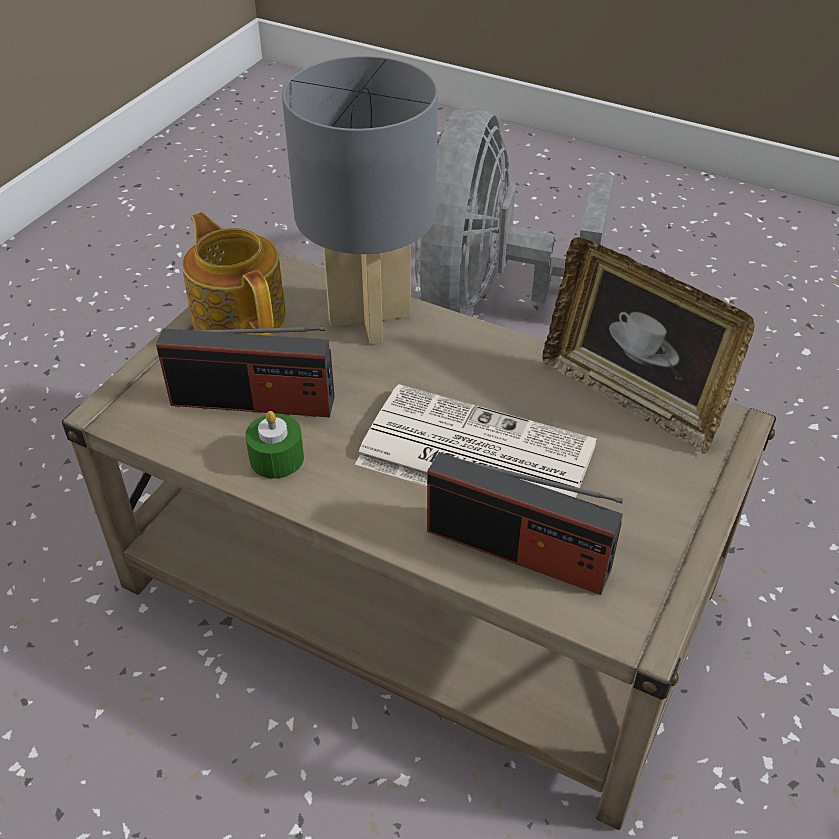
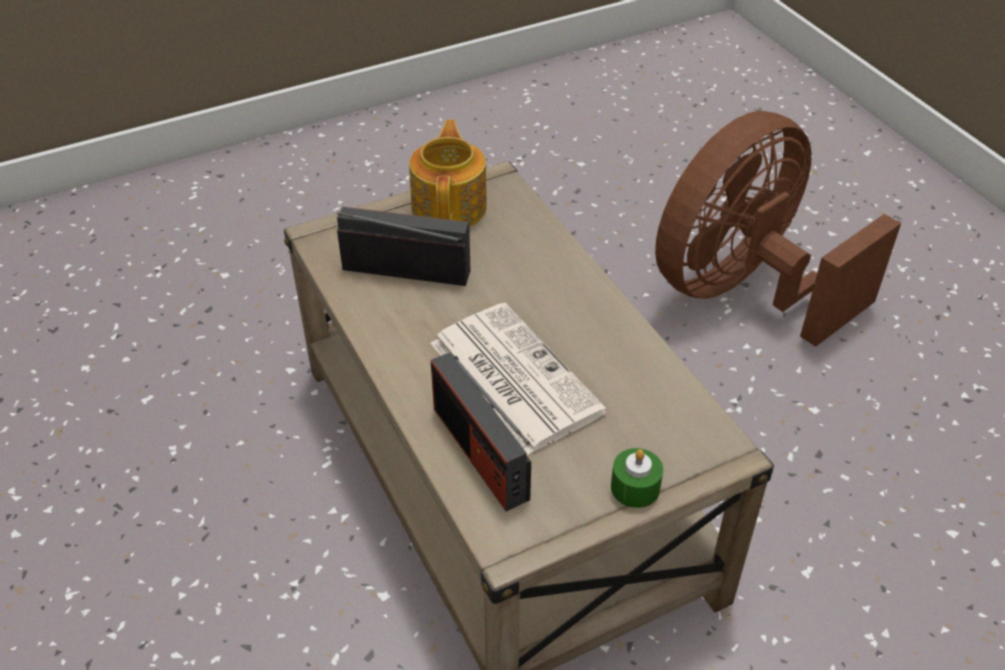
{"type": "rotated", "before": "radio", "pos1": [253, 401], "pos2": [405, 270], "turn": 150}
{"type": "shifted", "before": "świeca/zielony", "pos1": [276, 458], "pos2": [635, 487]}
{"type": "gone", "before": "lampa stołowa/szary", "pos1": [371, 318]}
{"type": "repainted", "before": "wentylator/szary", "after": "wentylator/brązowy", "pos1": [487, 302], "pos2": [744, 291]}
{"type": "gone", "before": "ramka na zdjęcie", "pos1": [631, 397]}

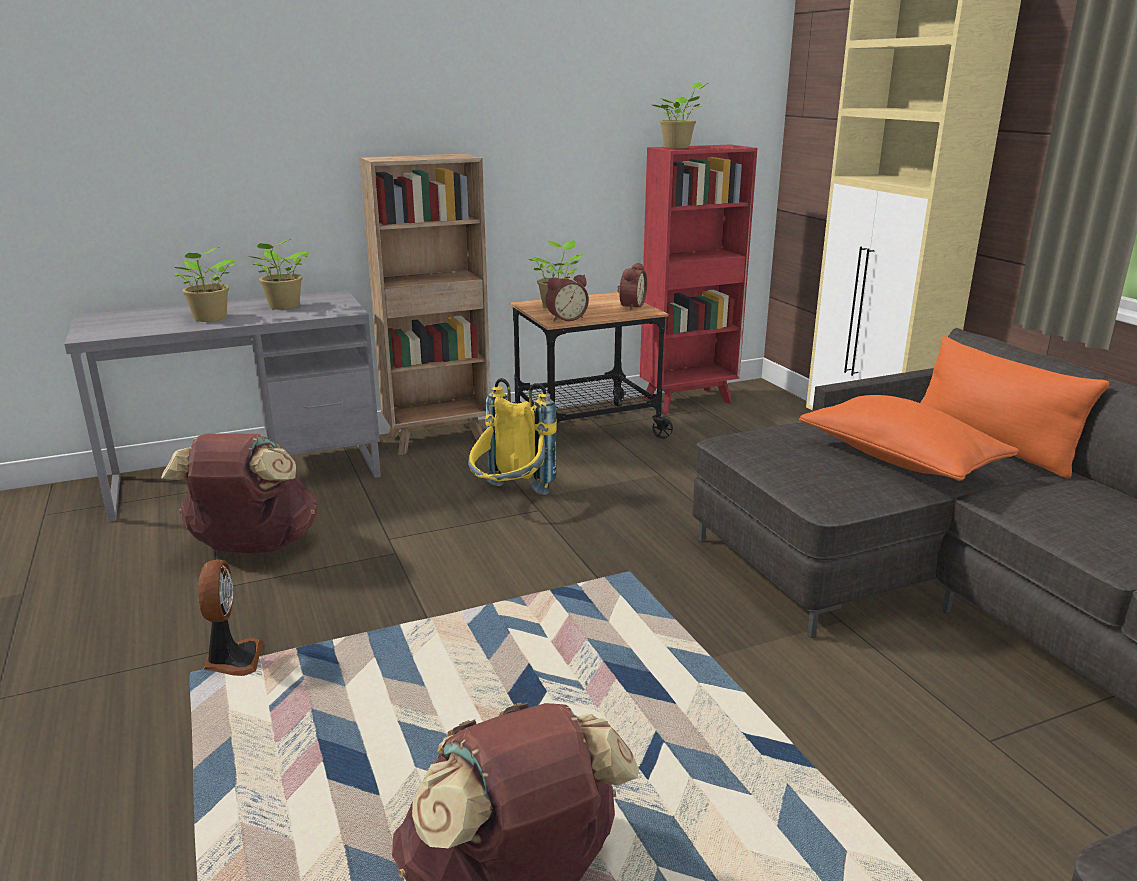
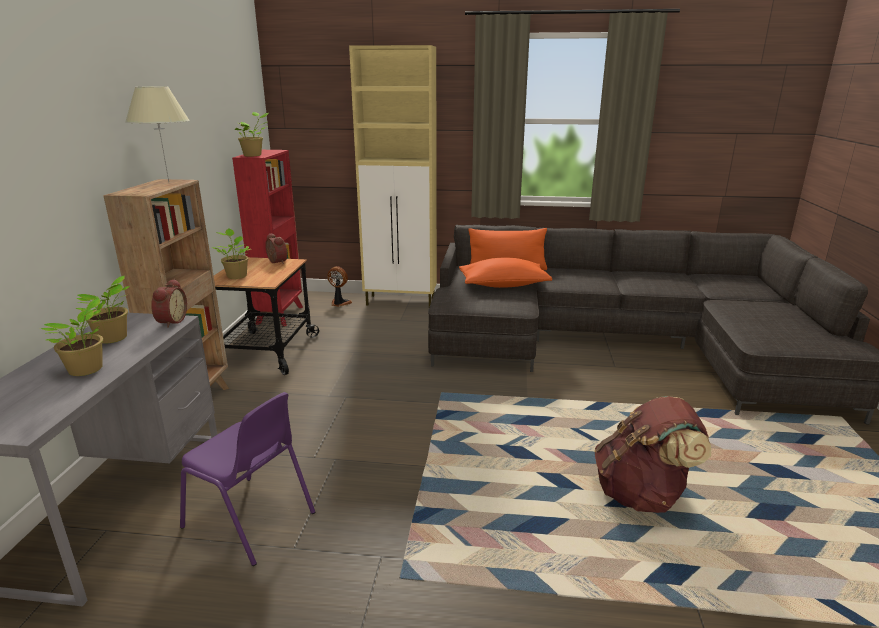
{"type": "swapped", "before": "plecak/brązowy", "after": "krzesło/fioletowy", "pos1": [253, 547], "pos2": [251, 520]}
{"type": "shifted", "before": "wentylator", "pos1": [232, 660], "pos2": [339, 303]}
{"type": "gone", "before": "plecak/żółty", "pos1": [510, 499]}
{"type": "shifted", "before": "budzik", "pos1": [566, 318], "pos2": [170, 321]}
{"type": "new", "after": "lampa stołowa/beżowy", "pos2": [168, 182]}

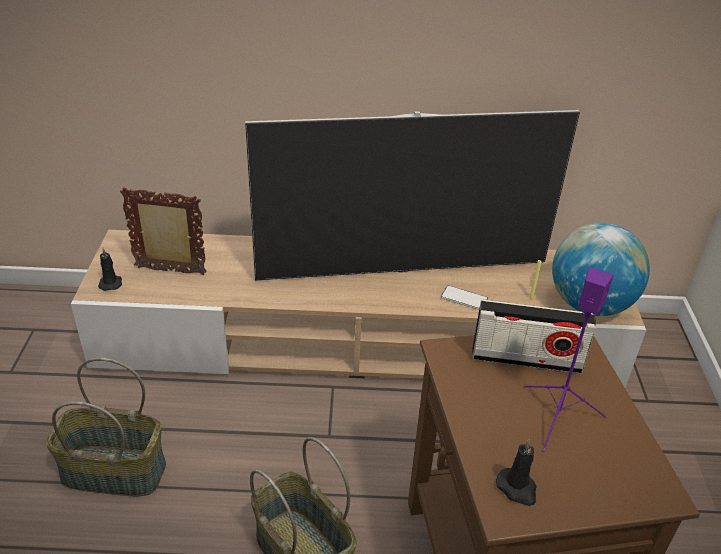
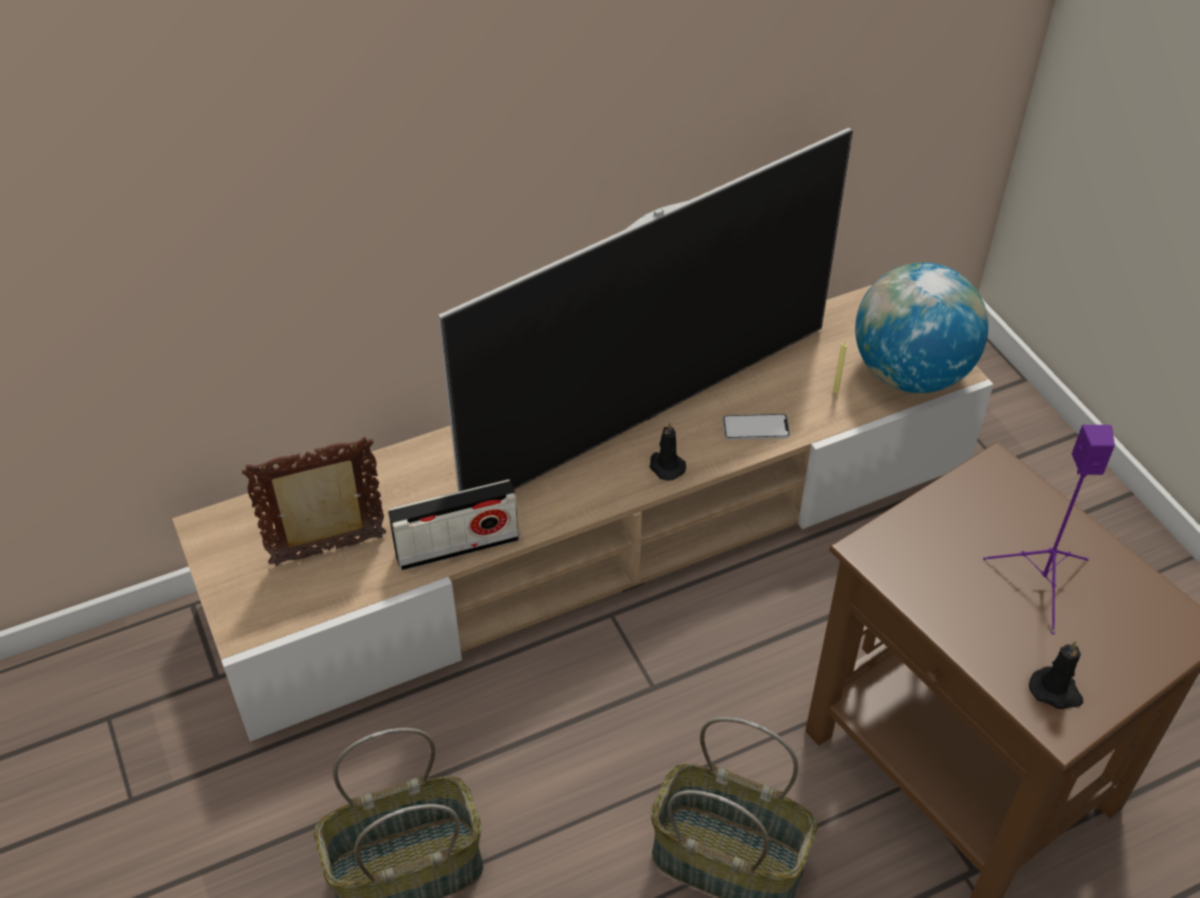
{"type": "shifted", "before": "świeca/czarny", "pos1": [110, 283], "pos2": [665, 466]}
{"type": "shifted", "before": "radio", "pos1": [526, 359], "pos2": [457, 546]}

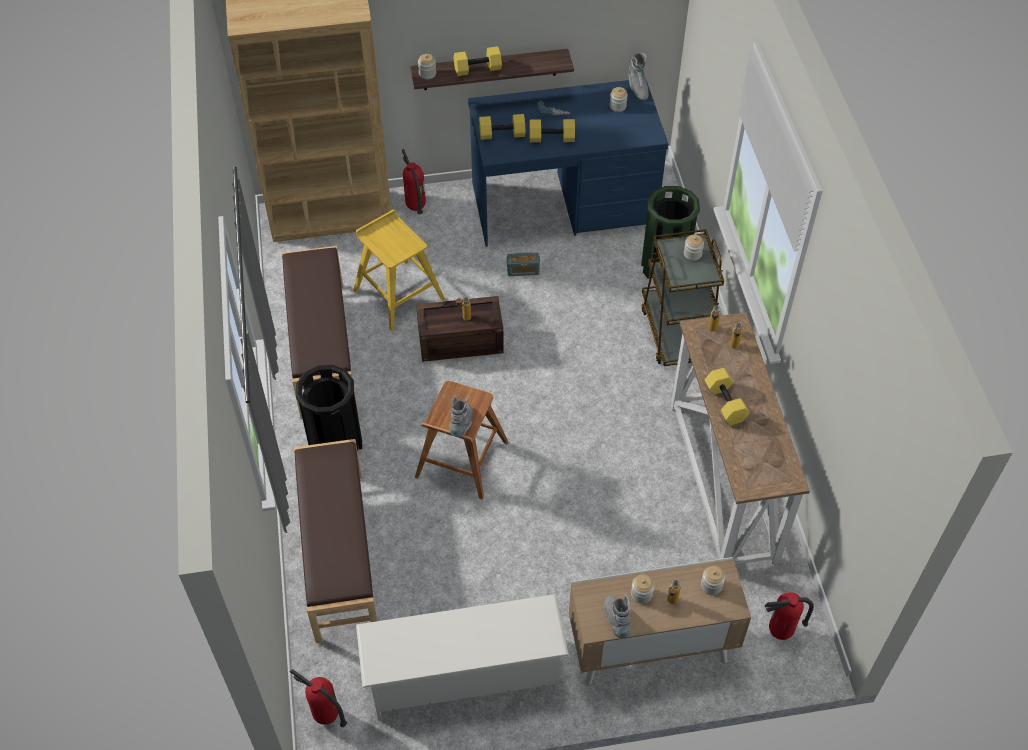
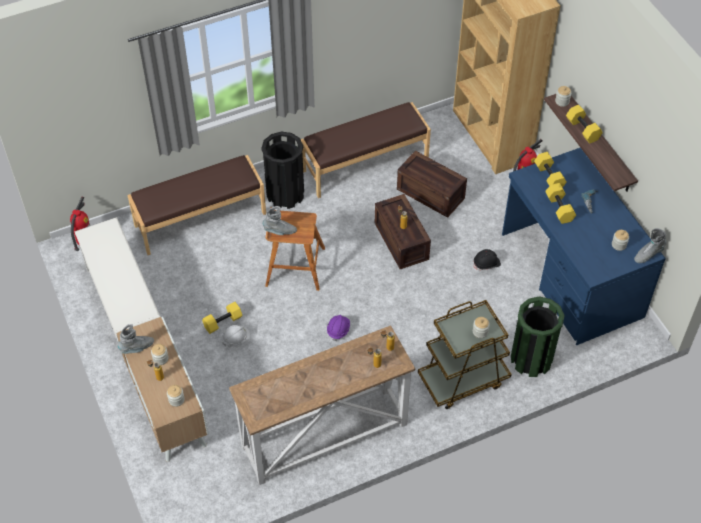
{"type": "swapped", "before": "stołek/żółty", "after": "skrzynka", "pos1": [398, 294], "pos2": [432, 193]}
{"type": "swapped", "before": "radio", "after": "kask/czarny", "pos1": [523, 271], "pos2": [486, 264]}
{"type": "shifted", "before": "hantel/żółty", "pos1": [724, 403], "pos2": [223, 321]}
{"type": "gone", "before": "gaśnica", "pos1": [780, 633]}
{"type": "new", "after": "kask/biały", "pos2": [236, 339]}
{"type": "new", "after": "kask/fioletowy", "pos2": [338, 330]}

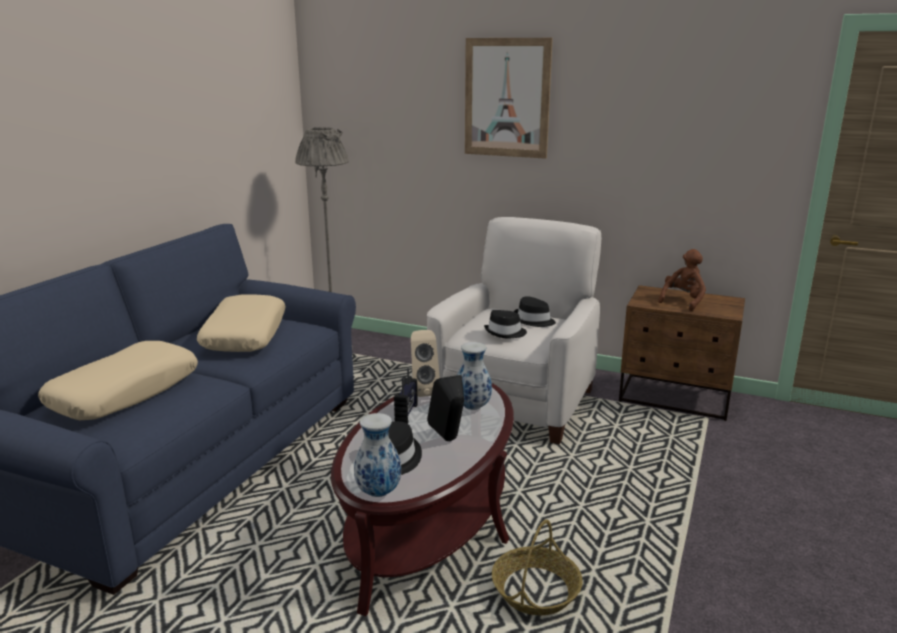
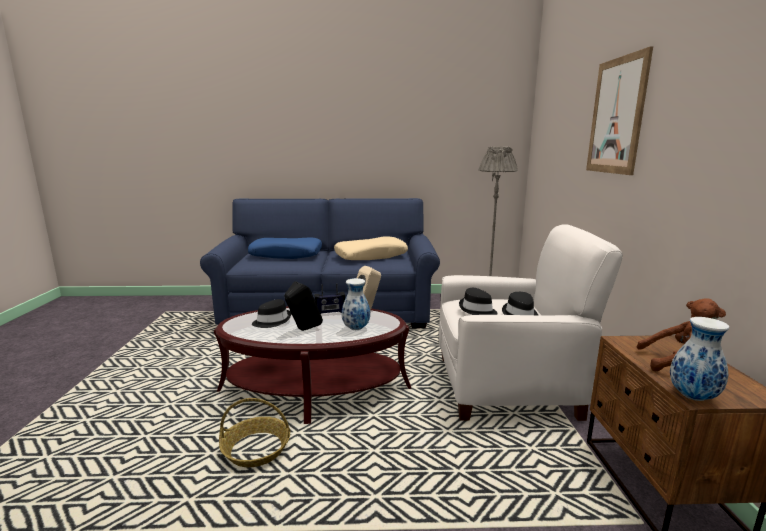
{"type": "repainted", "before": "poduszka/beżowy", "after": "poduszka/niebieski", "pos1": [125, 393], "pos2": [286, 255]}
{"type": "shifted", "before": "wazon", "pos1": [378, 493], "pos2": [692, 397]}

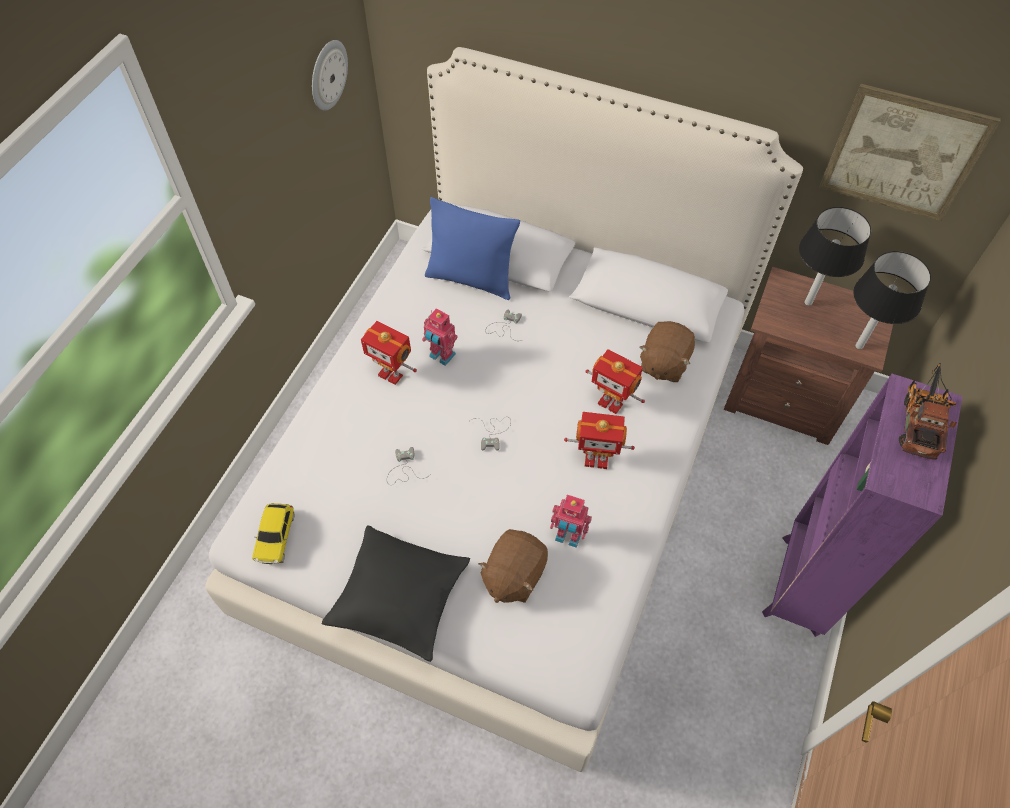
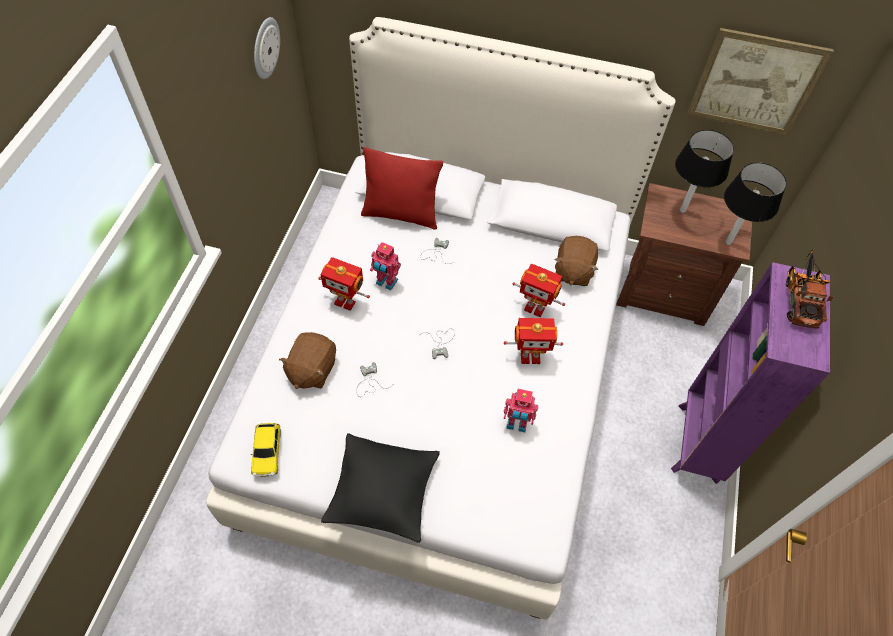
{"type": "repainted", "before": "poduszka/niebieski", "after": "poduszka/czerwony", "pos1": [471, 279], "pos2": [401, 214]}
{"type": "shifted", "before": "pluszak/brązowy", "pos1": [513, 575], "pos2": [312, 369]}

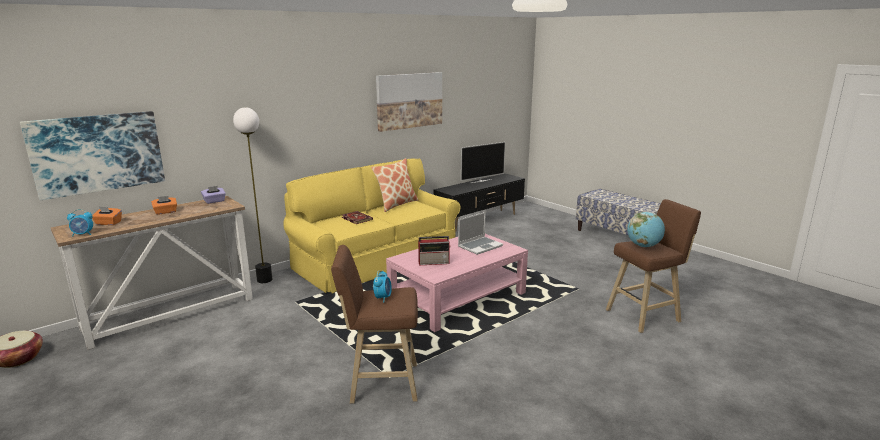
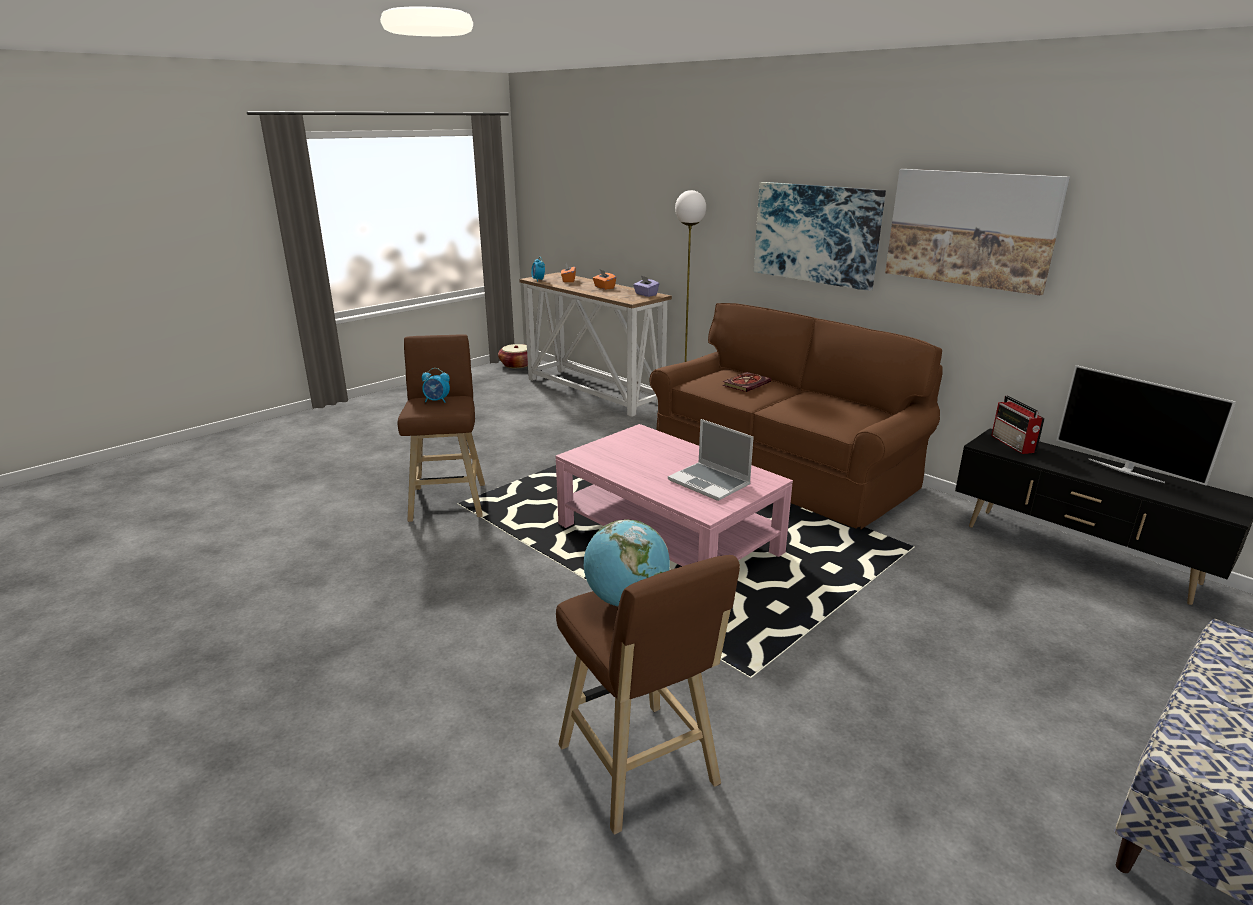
{"type": "shifted", "before": "obraz", "pos1": [97, 153], "pos2": [816, 234]}
{"type": "repainted", "before": "kanapa/żółty", "after": "kanapa/brązowy", "pos1": [376, 260], "pos2": [781, 468]}
{"type": "gone", "before": "poduszka", "pos1": [396, 204]}
{"type": "shifted", "before": "radio", "pos1": [434, 262], "pos2": [1013, 444]}

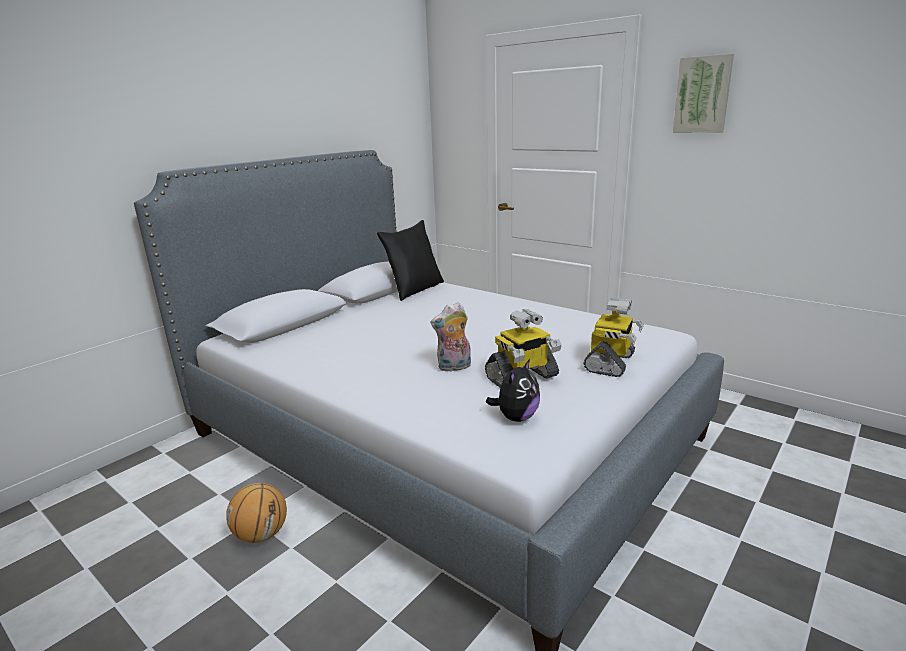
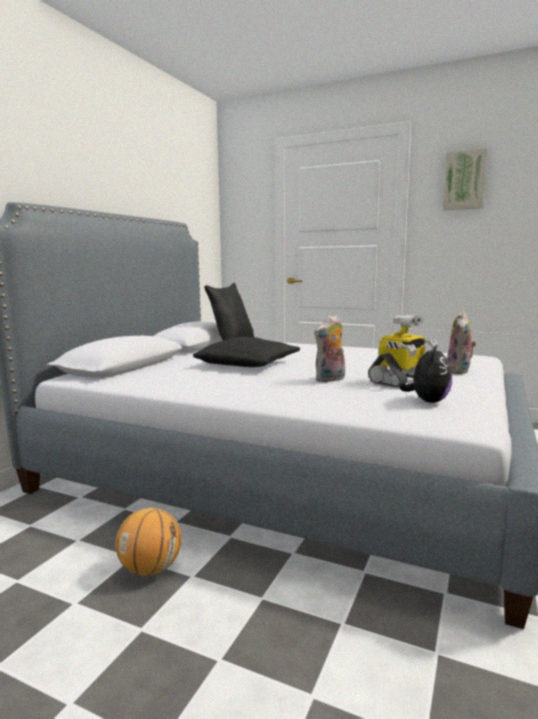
{"type": "swapped", "before": "robot zabawkowy", "after": "pluszak", "pos1": [611, 363], "pos2": [459, 371]}
{"type": "new", "after": "poduszka/czarny", "pos2": [248, 364]}

